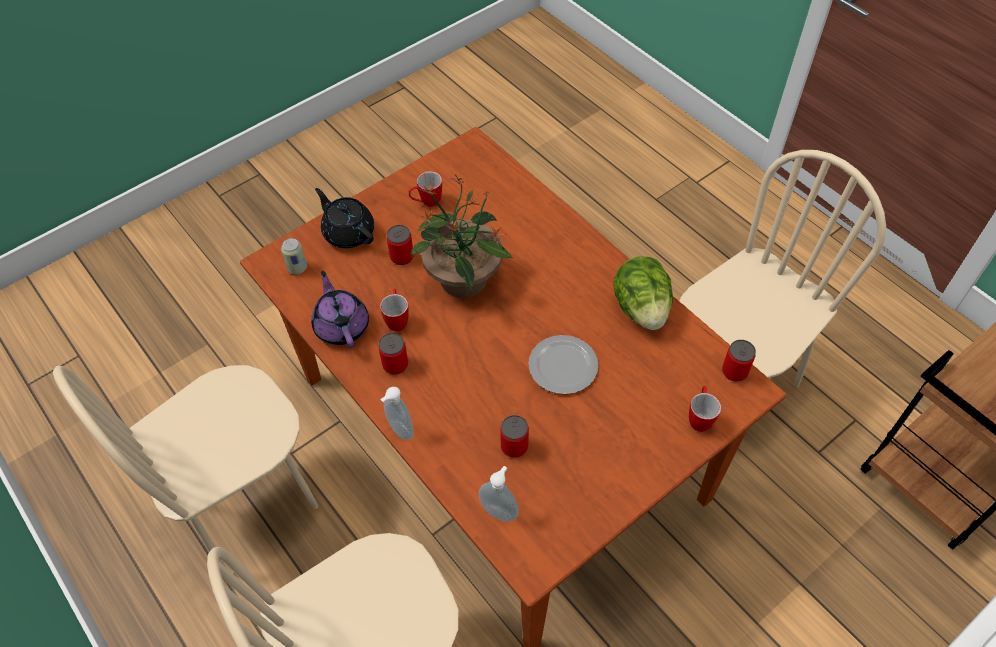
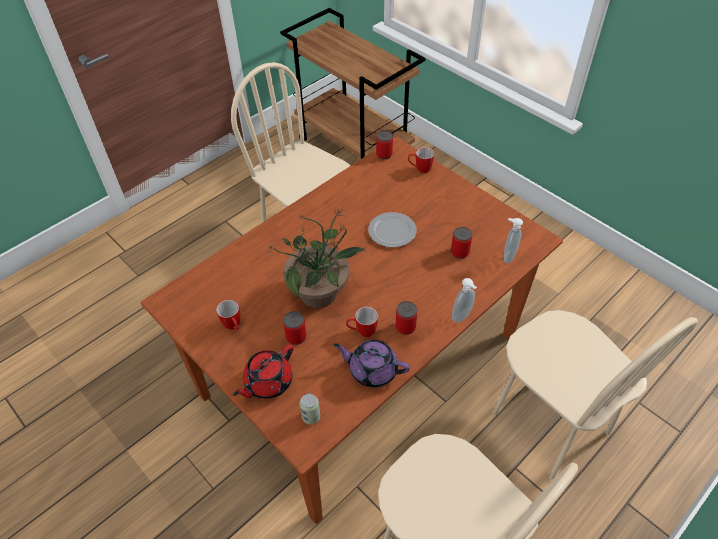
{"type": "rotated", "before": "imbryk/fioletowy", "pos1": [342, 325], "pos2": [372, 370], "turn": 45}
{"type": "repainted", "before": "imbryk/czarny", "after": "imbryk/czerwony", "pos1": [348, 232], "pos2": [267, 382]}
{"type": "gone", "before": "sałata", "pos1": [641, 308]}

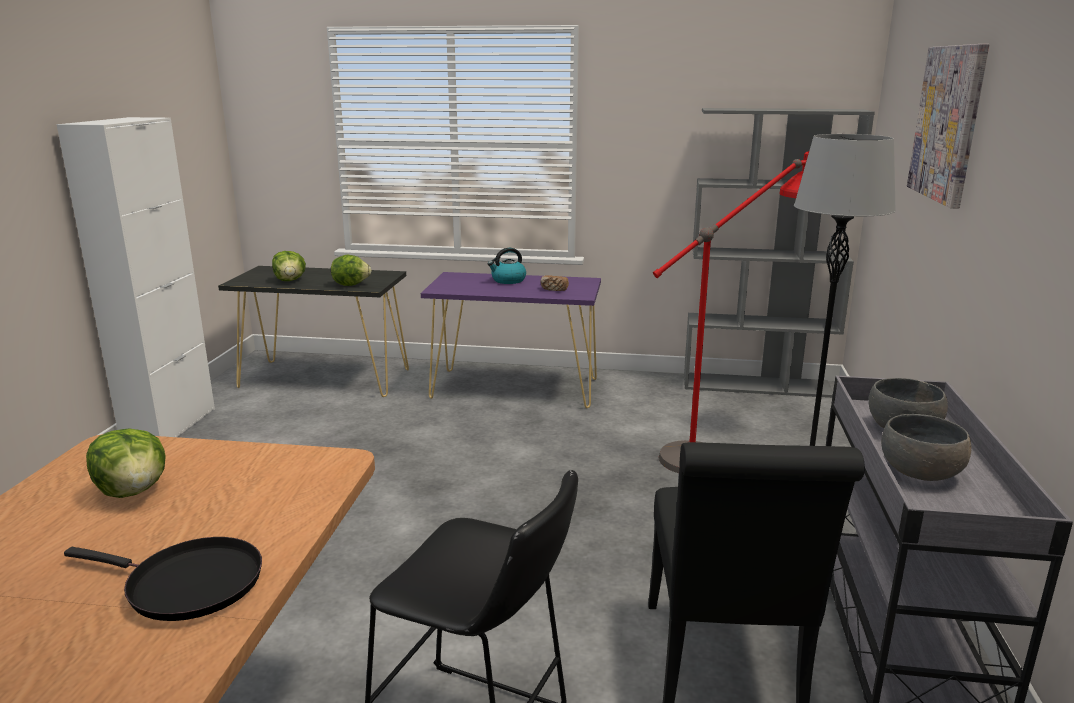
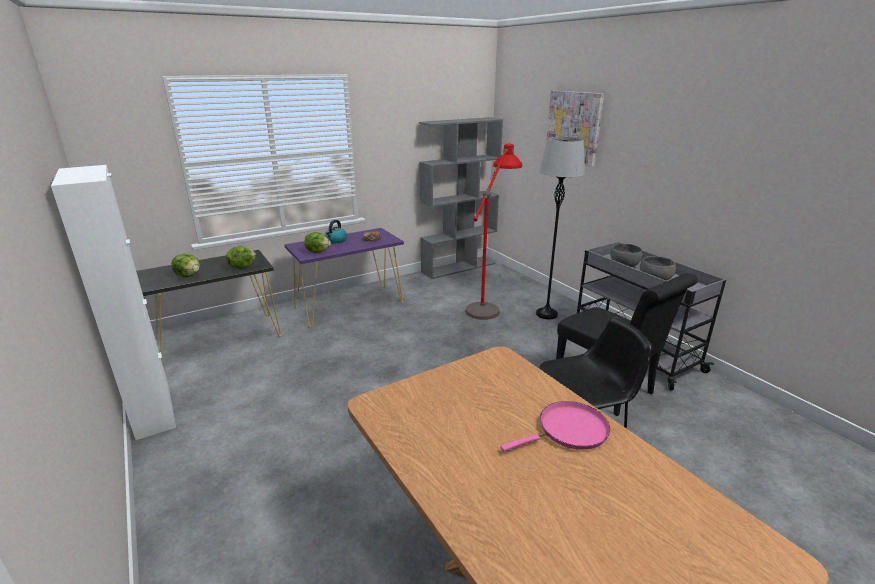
{"type": "repainted", "before": "patelnia/czarny", "after": "patelnia/różowy", "pos1": [187, 584], "pos2": [569, 430]}
{"type": "shifted", "before": "sałata", "pos1": [133, 491], "pos2": [318, 251]}

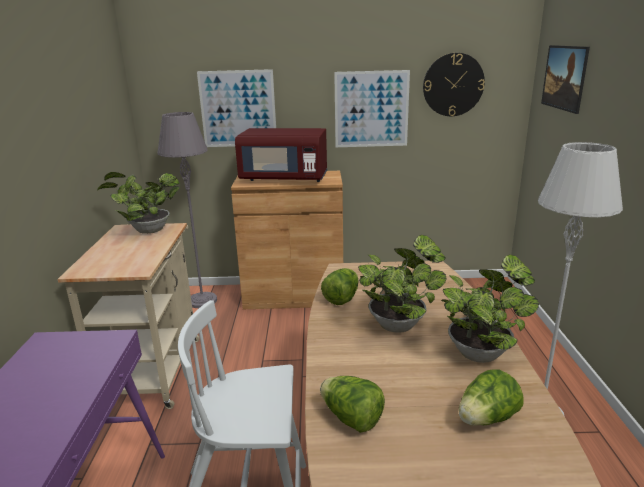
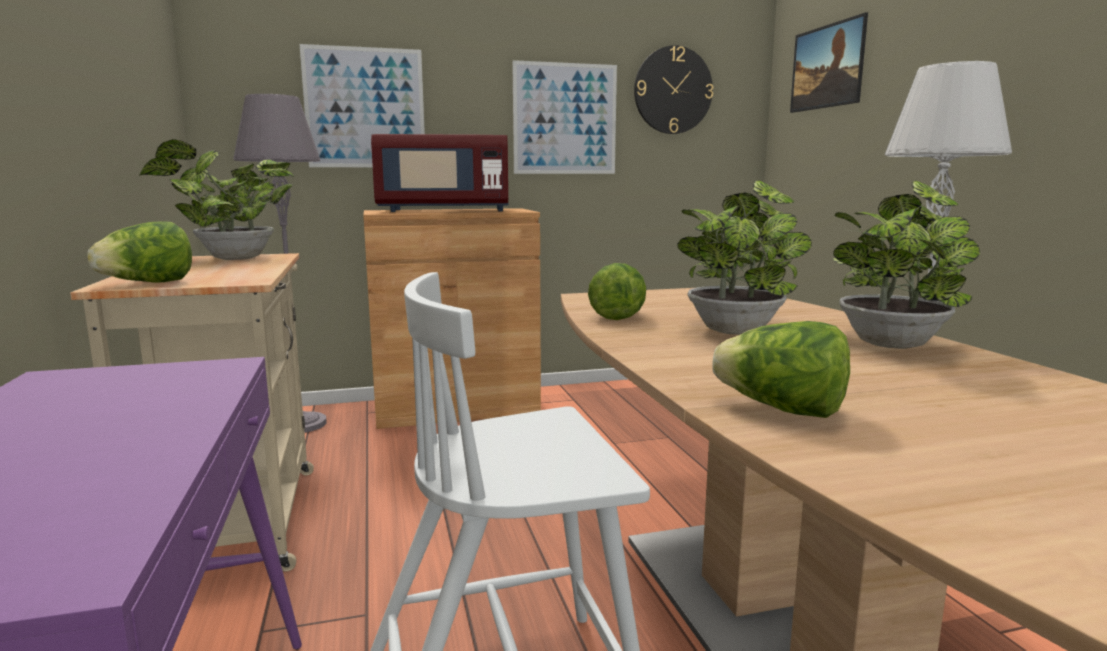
{"type": "shifted", "before": "sałata", "pos1": [486, 419], "pos2": [148, 283]}

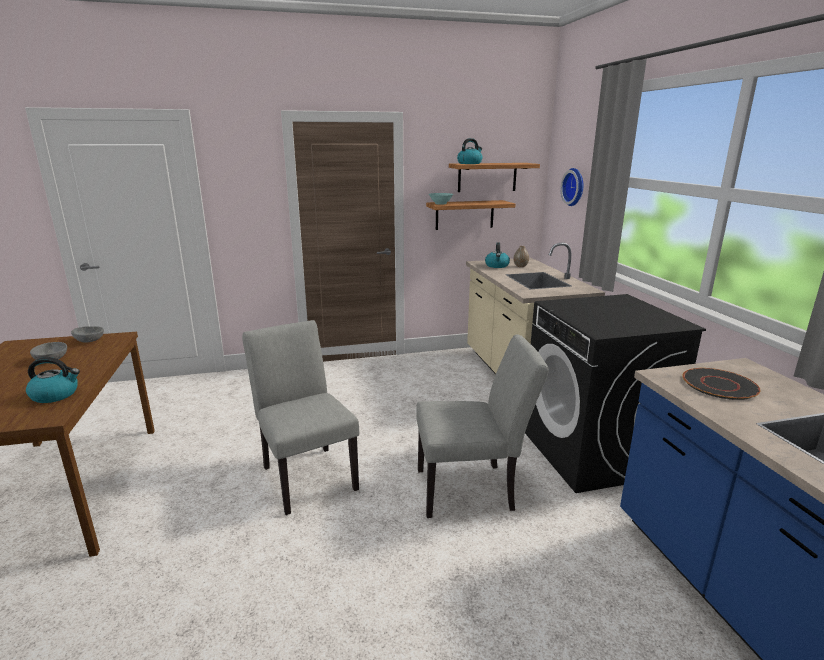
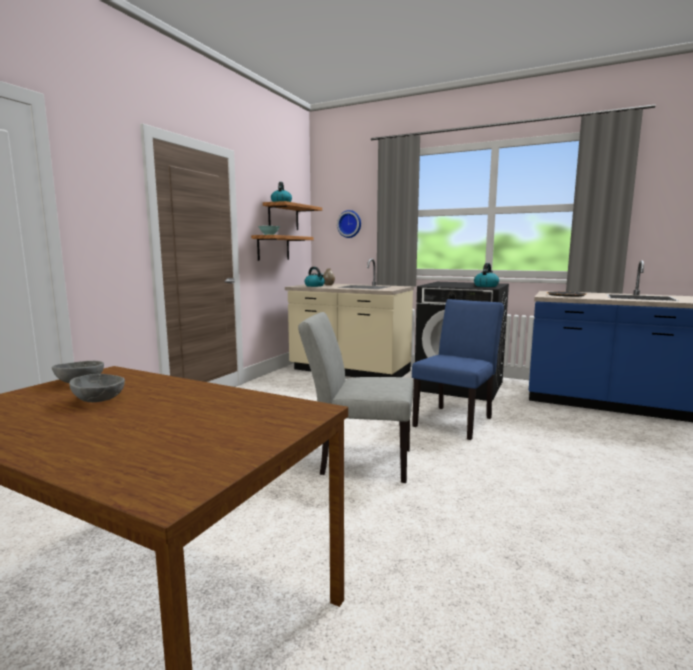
{"type": "shifted", "before": "czajnik", "pos1": [56, 395], "pos2": [486, 286]}
{"type": "repainted", "before": "krzesło/szary", "after": "krzesło/niebieski", "pos1": [473, 489], "pos2": [456, 420]}

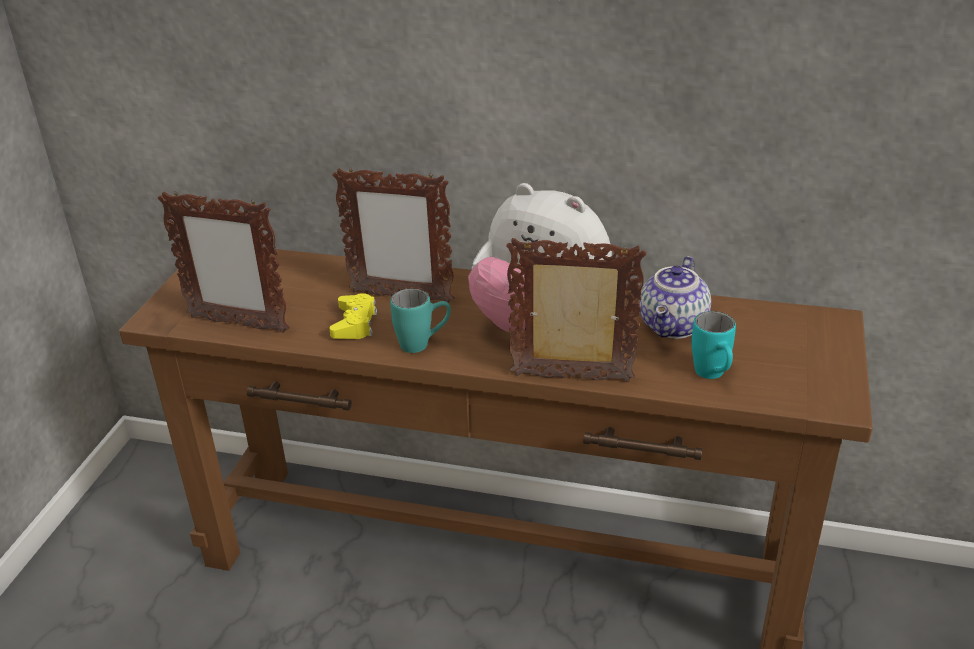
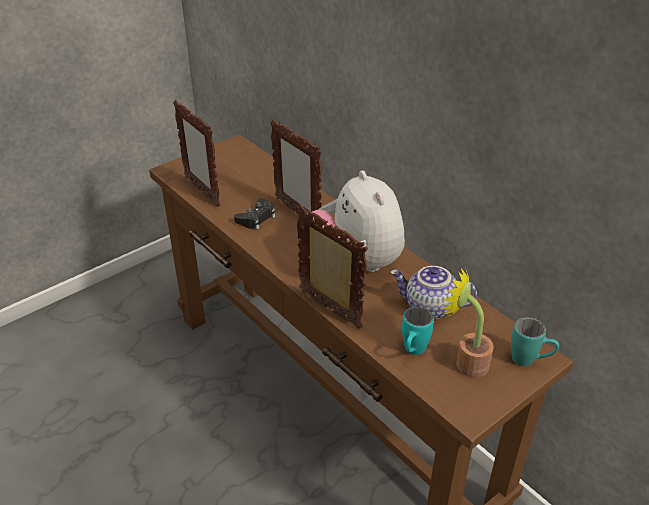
{"type": "repainted", "before": "pad do gier/żółty", "after": "pad do gier/czarny", "pos1": [355, 323], "pos2": [256, 218]}
{"type": "shifted", "before": "kubek/turkusowy", "pos1": [423, 344], "pos2": [529, 361]}
{"type": "rotated", "before": "imbryk", "pos1": [674, 327], "pos2": [429, 308], "turn": 45}
{"type": "new", "after": "roślina doniczkowa", "pos2": [465, 362]}

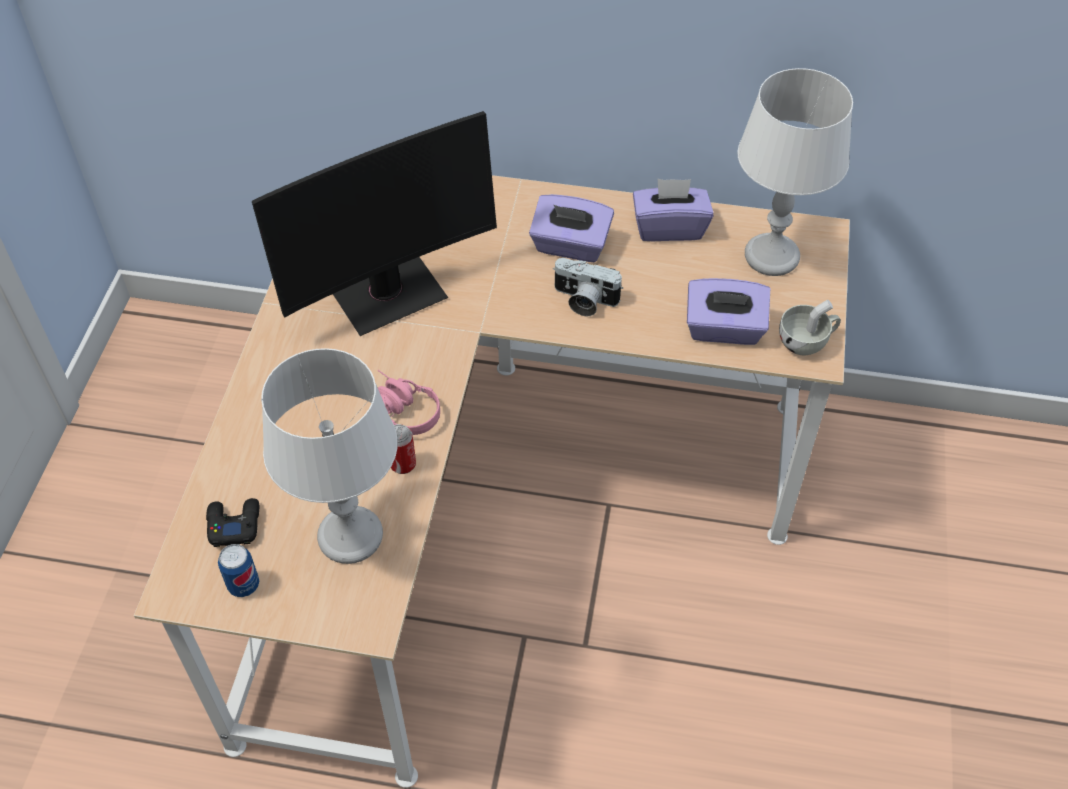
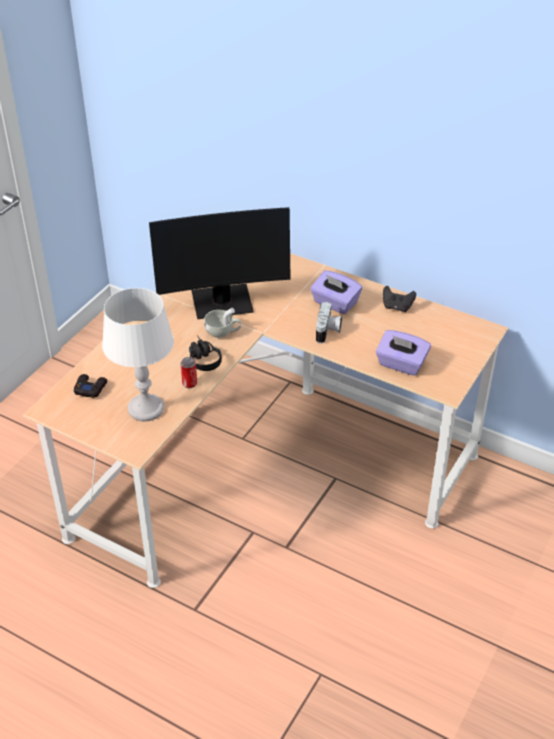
{"type": "gone", "before": "puszka", "pos1": [243, 585]}
{"type": "repainted", "before": "słuchawki/różowy", "after": "słuchawki/czarny", "pos1": [401, 409], "pos2": [202, 358]}
{"type": "rotated", "before": "aparat fotograficzny", "pos1": [583, 300], "pos2": [328, 331], "turn": -120}
{"type": "swapped", "before": "pudełko chusteczek/fioletowy", "after": "pad do gier/czarny", "pos1": [669, 227], "pos2": [397, 307]}
{"type": "gone", "before": "lampa stołowa/biały", "pos1": [772, 256]}
{"type": "shifted", "before": "filiżanka/biały", "pos1": [807, 342], "pos2": [223, 332]}

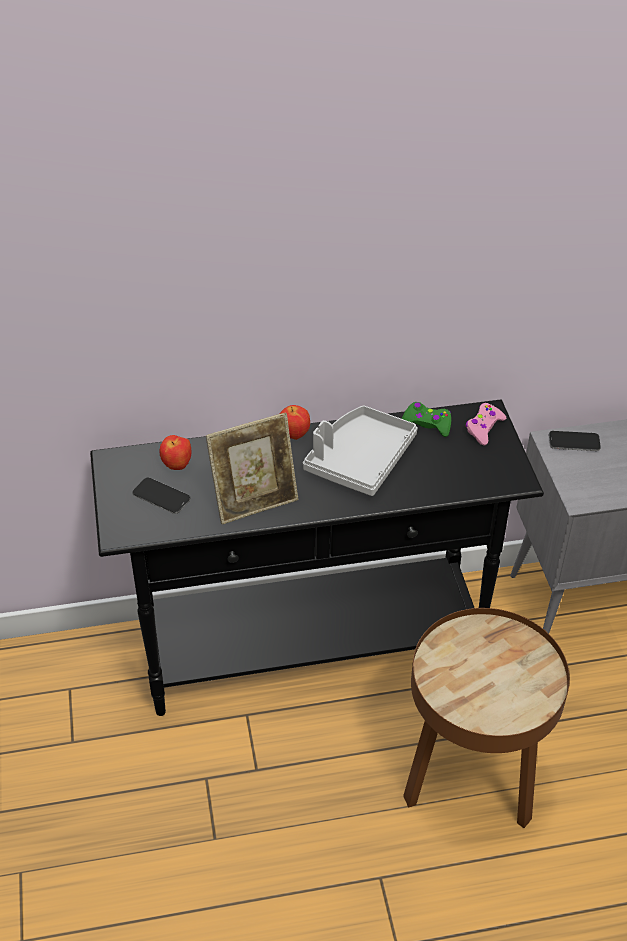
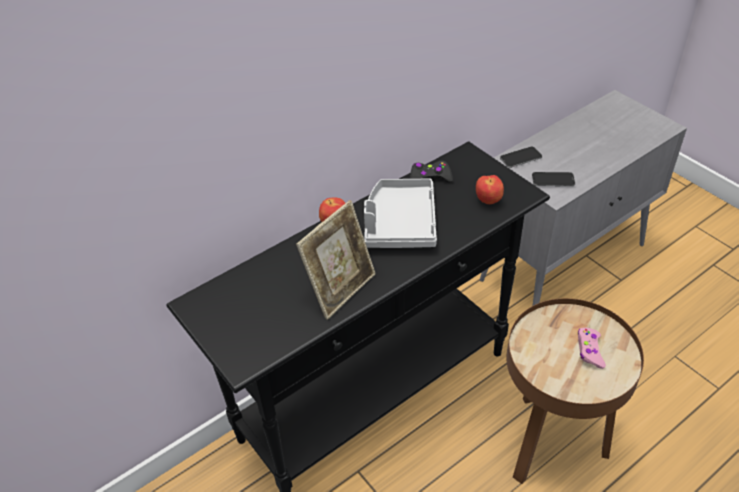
{"type": "shifted", "before": "telefon", "pos1": [161, 497], "pos2": [553, 180]}
{"type": "shifted", "before": "jabłko", "pos1": [177, 465], "pos2": [488, 201]}
{"type": "repainted", "before": "pad do gier/zielony", "after": "pad do gier/czarny", "pos1": [427, 424], "pos2": [430, 178]}
{"type": "shifted", "before": "pad do gier/różowy", "pos1": [484, 428], "pos2": [589, 350]}

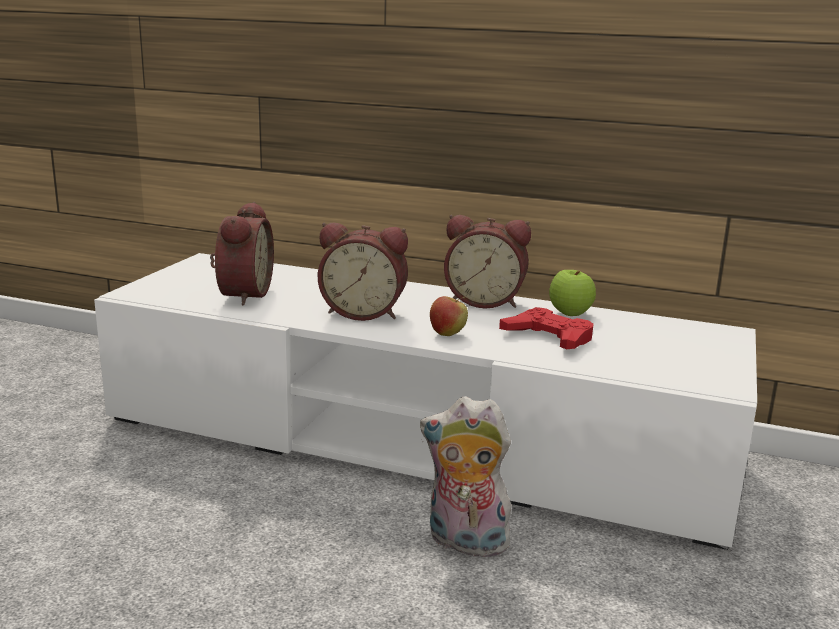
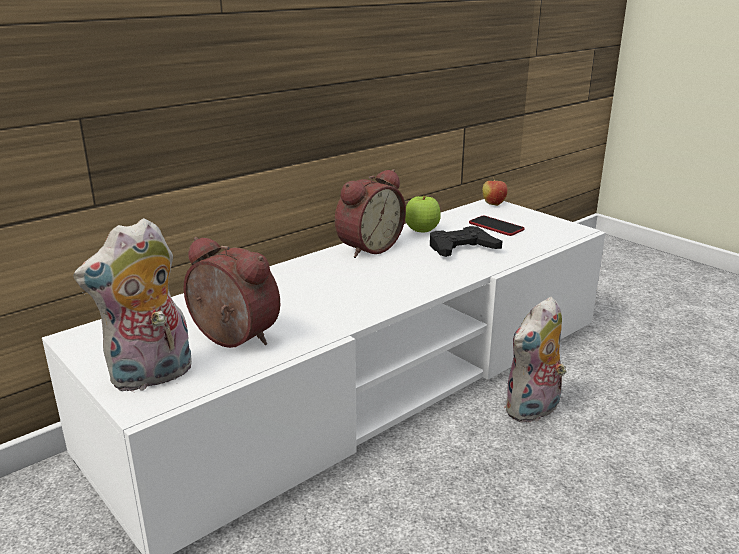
{"type": "gone", "before": "budzik", "pos1": [364, 312]}
{"type": "shifted", "before": "jabłko", "pos1": [448, 334], "pos2": [493, 204]}
{"type": "repainted", "before": "pad do gier/czerwony", "after": "pad do gier/czarny", "pos1": [548, 337], "pos2": [462, 249]}
{"type": "new", "after": "pluszak", "pos2": [151, 377]}
{"type": "new", "after": "telefon", "pos2": [496, 227]}

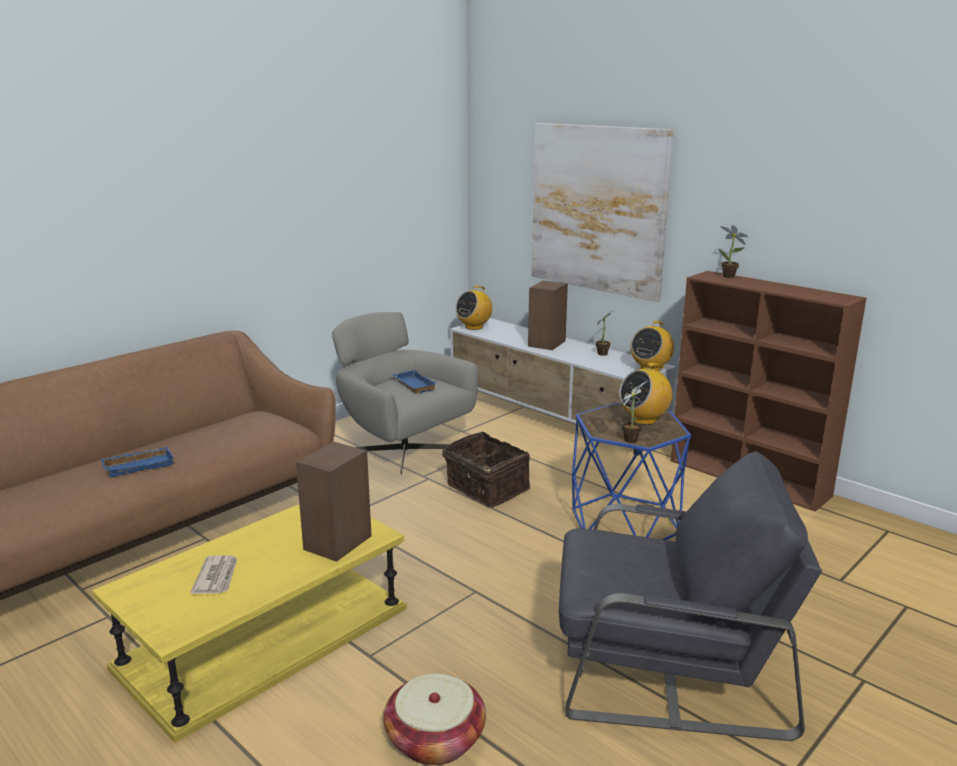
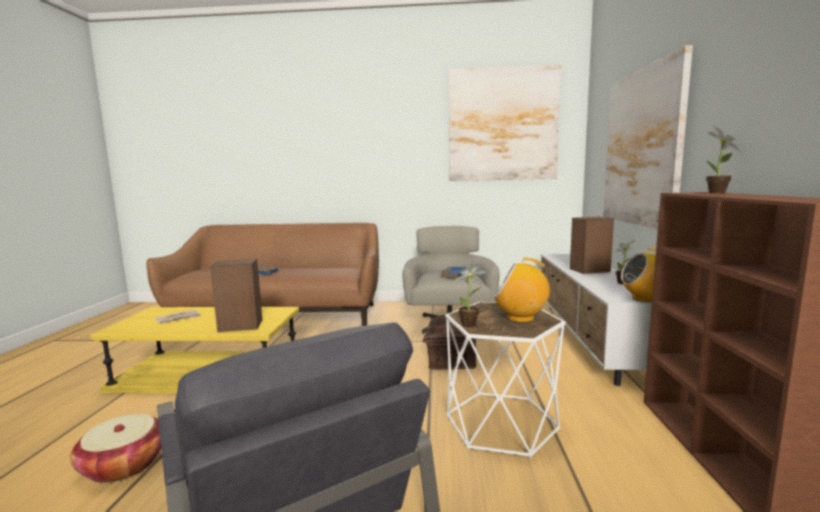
{"type": "gone", "before": "radio", "pos1": [474, 327]}
{"type": "repainted", "before": "stolik/niebieski", "after": "stolik/biały", "pos1": [624, 522], "pos2": [501, 422]}
{"type": "new", "after": "obraz", "pos2": [503, 125]}

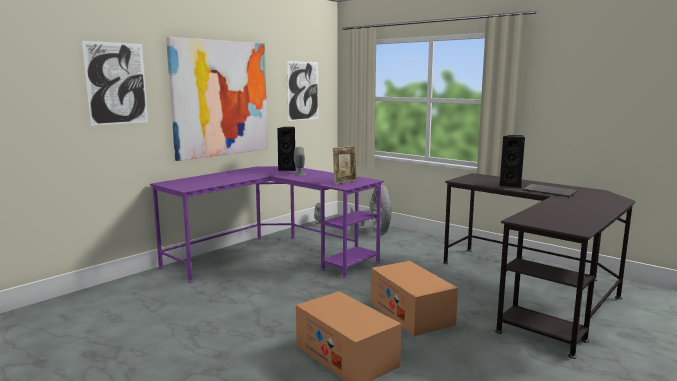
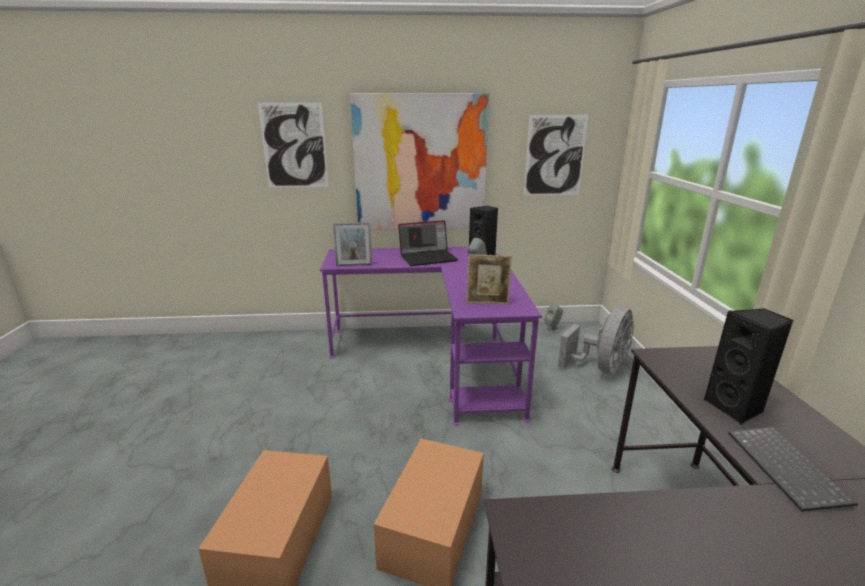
{"type": "new", "after": "ramka na zdjęcie", "pos2": [354, 265]}
{"type": "new", "after": "laptop", "pos2": [428, 257]}

